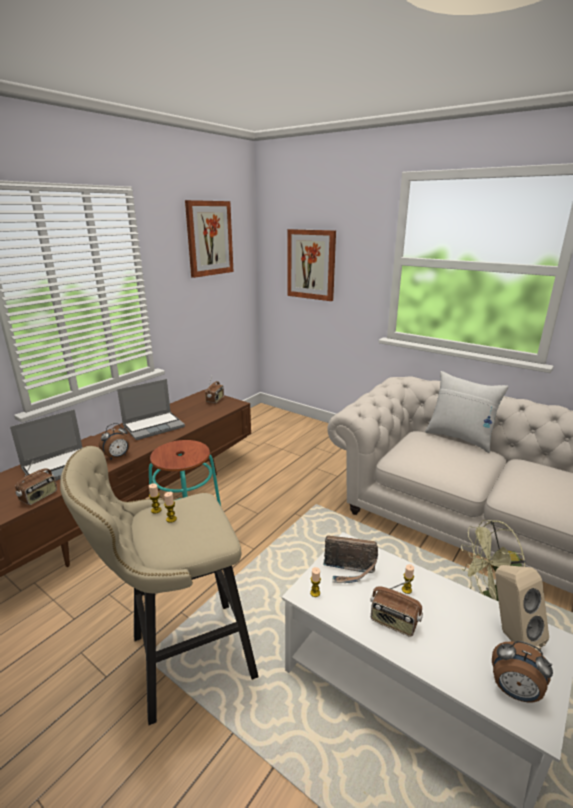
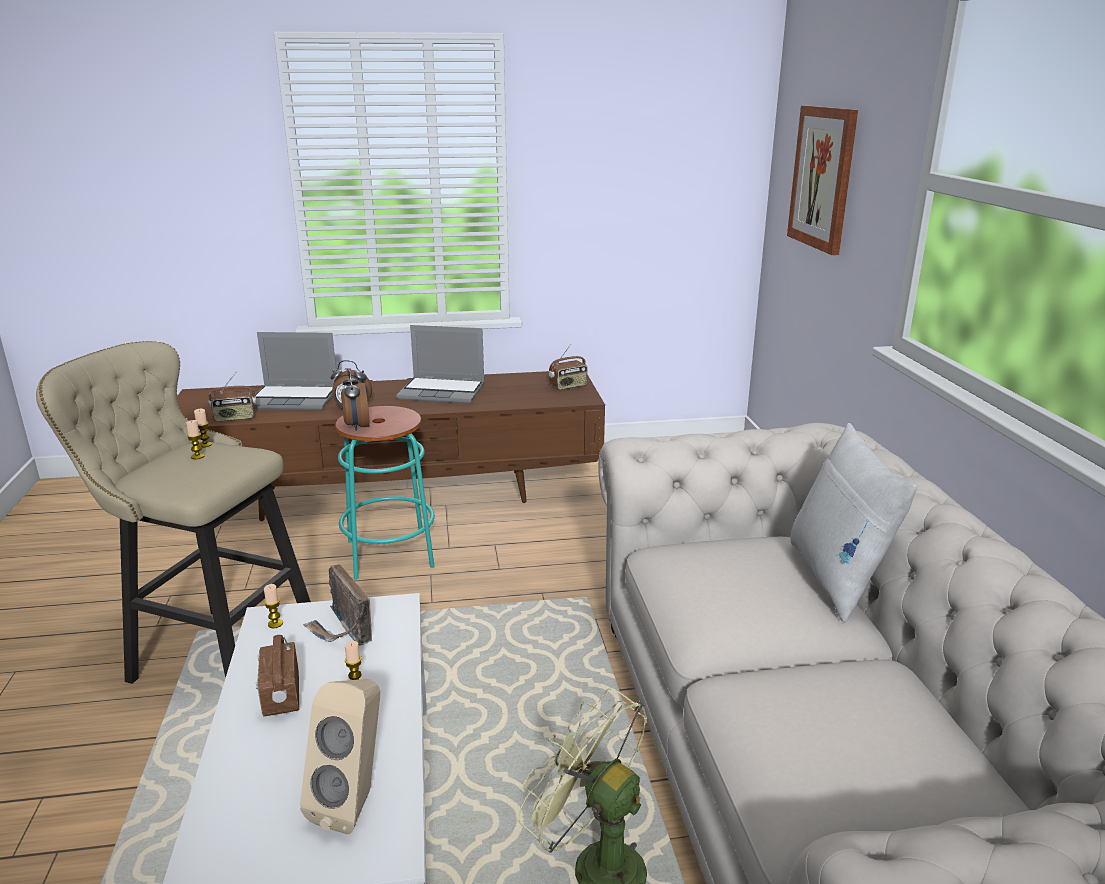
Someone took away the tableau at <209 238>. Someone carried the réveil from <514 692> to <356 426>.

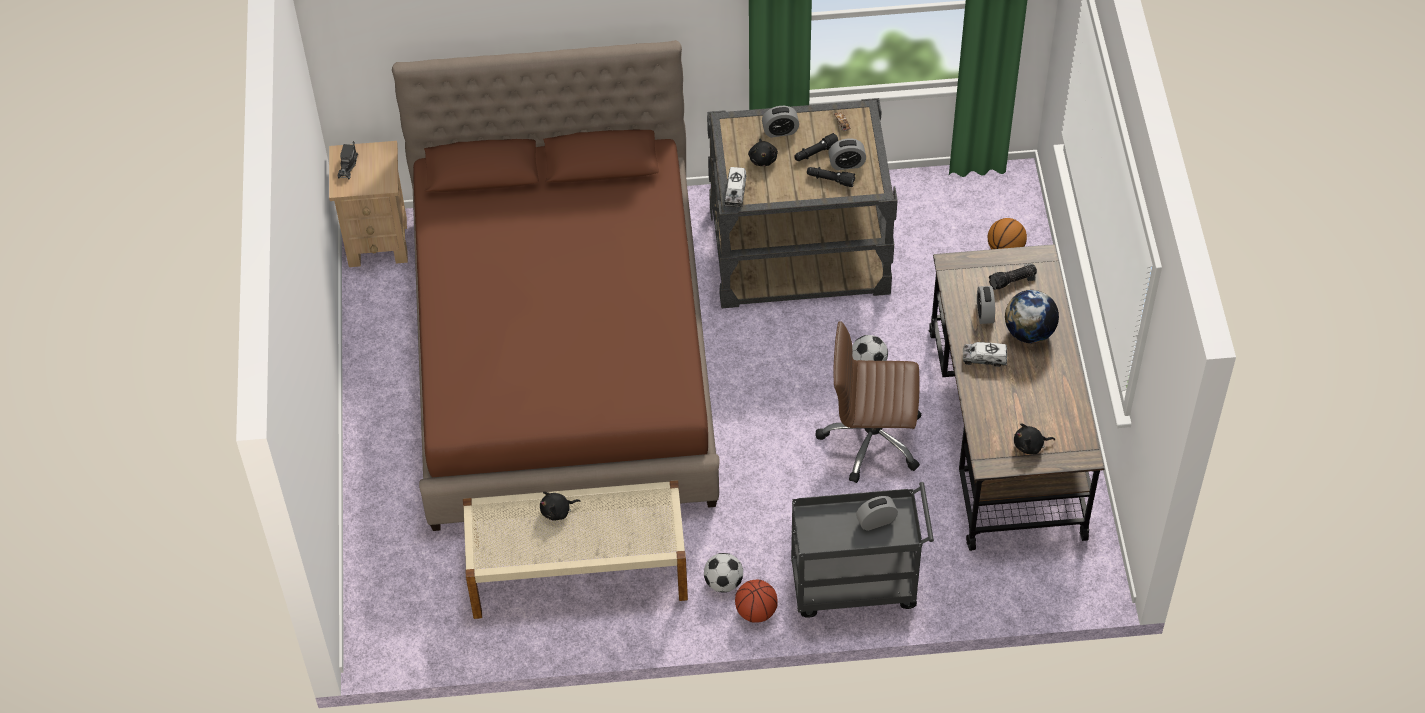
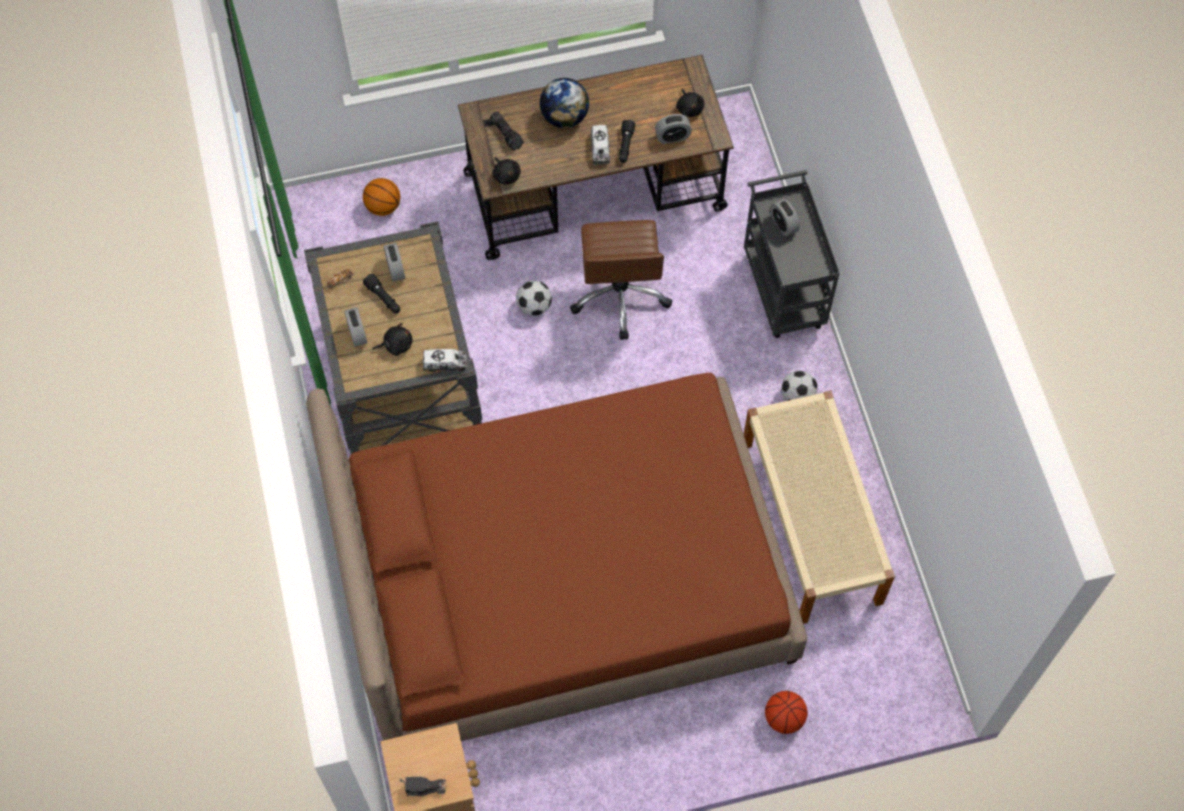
Someone carried the lampe de poche (noir) from <830 180> to <625 146>. Someone carried the réveil from <984 313> to <672 137>. Someone carried the peluche (noir) from <557 511> to <506 175>. Someone carried the ballon de basket from <756 612> to <784 718>.

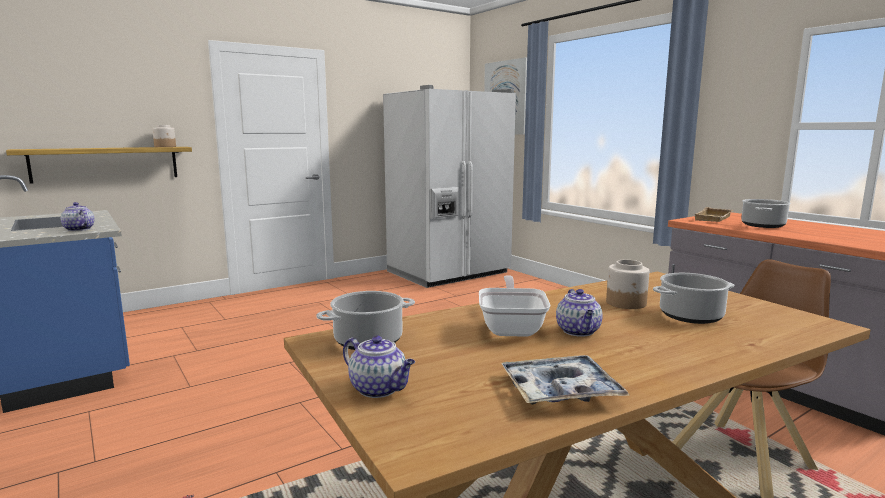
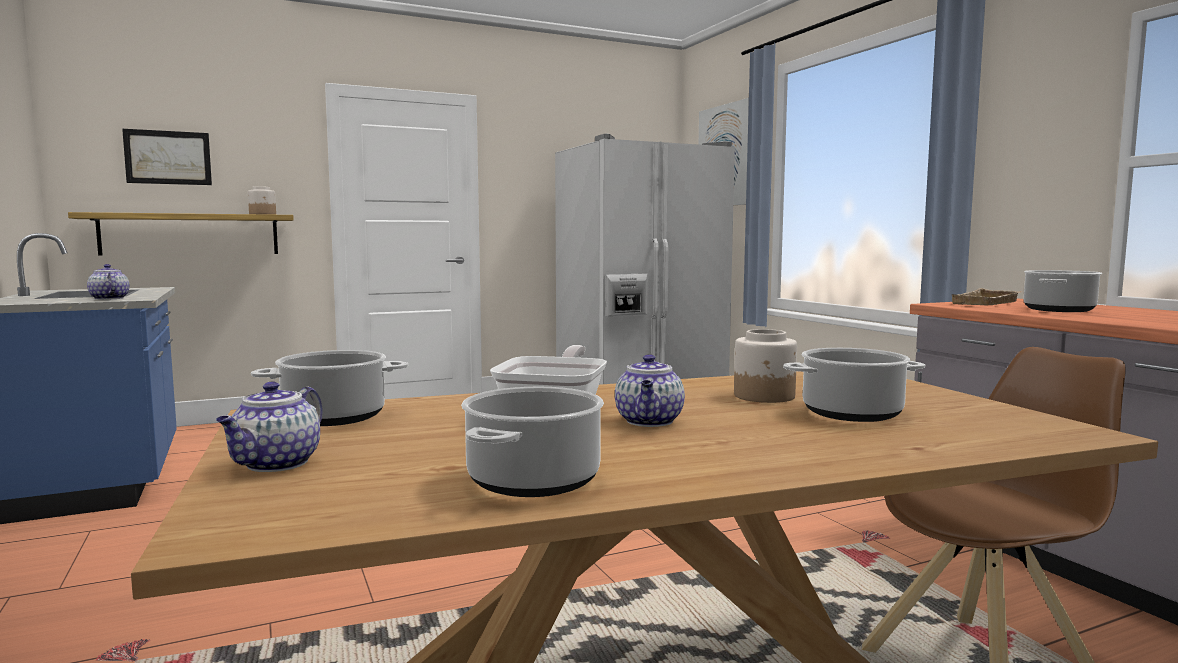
Someone rotated the théière at <379 389> by 60 degrees clockwise. Someone swapped the plateau at <560 390> for the marmite at <533 481>. Someone put up the tableau at <168 157>.

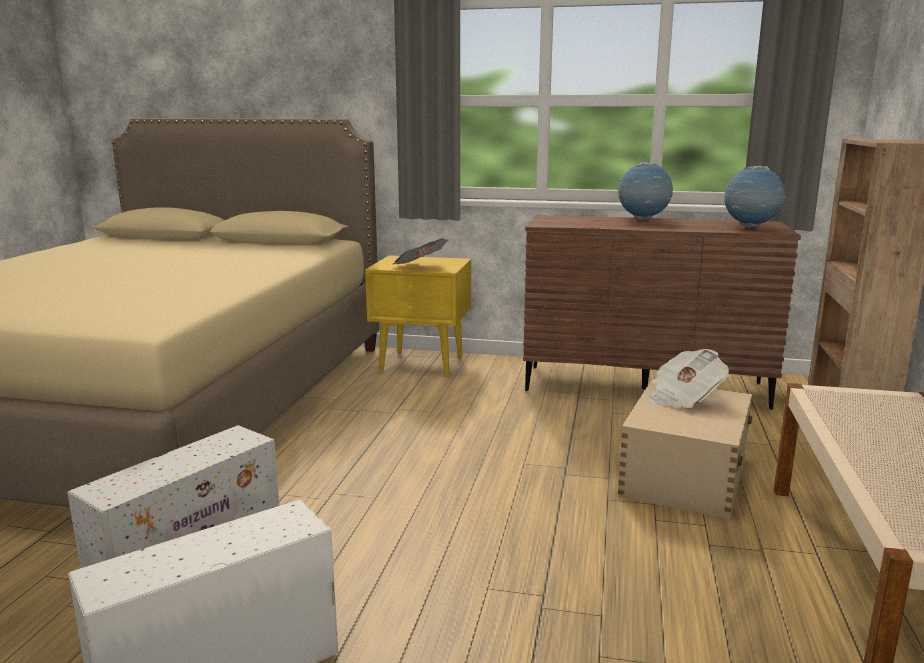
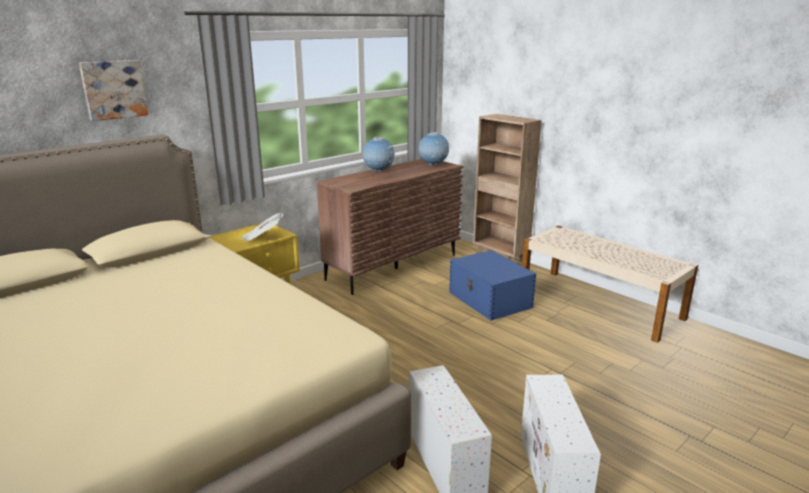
Someone took away the journal at <683 398>. Someone repainted the boîte de rangement (beige) at <683 476>, which became the boîte de rangement (bleu) at <490 300>. Someone put up the tableau at <113 89>.

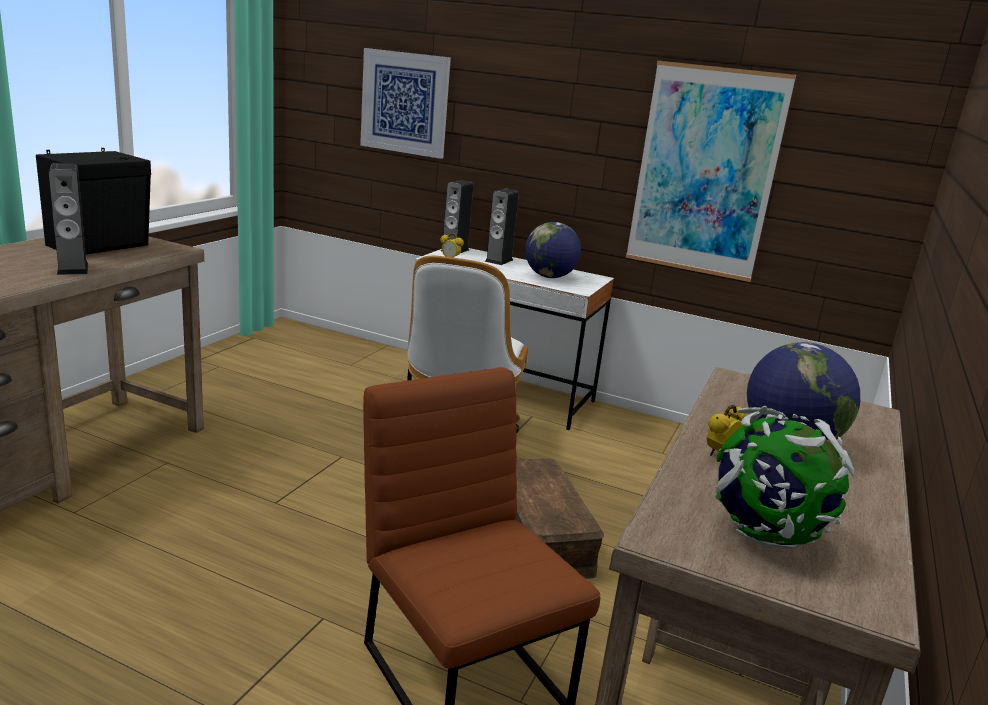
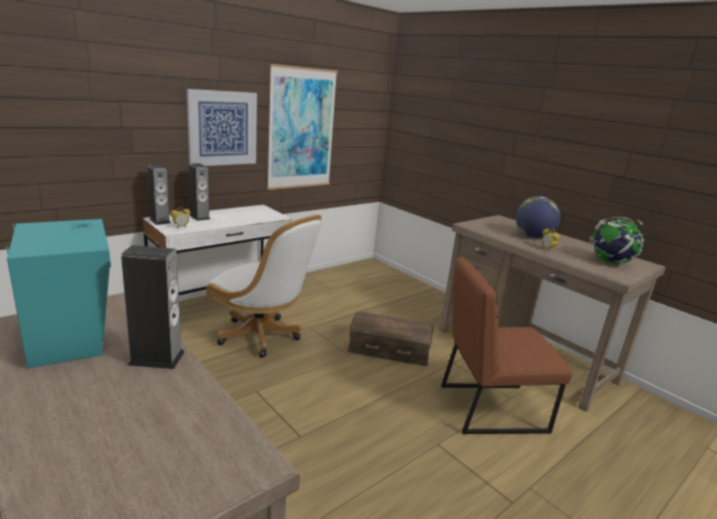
Someone carried the tableau from <404 103> to <222 128>. Someone repainted the enceinte (noir) at <102 246>, which became the enceinte (turquoise) at <72 335>. Someone took away the globe at <549 277>.

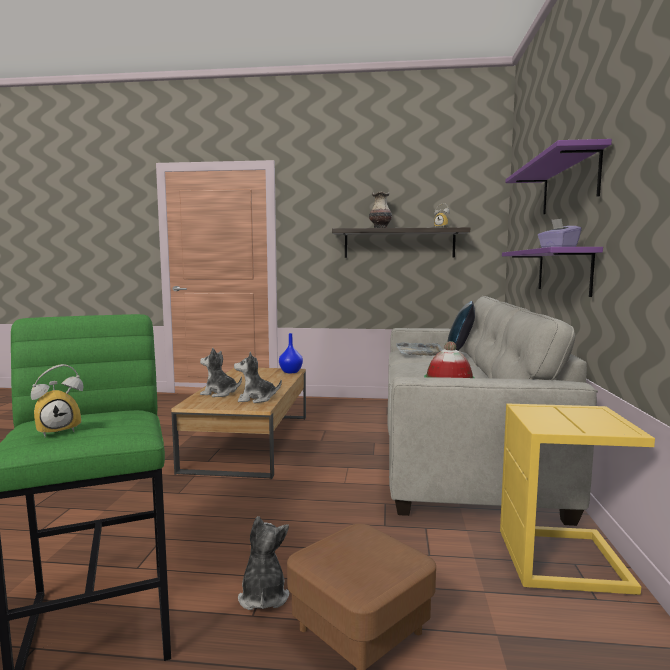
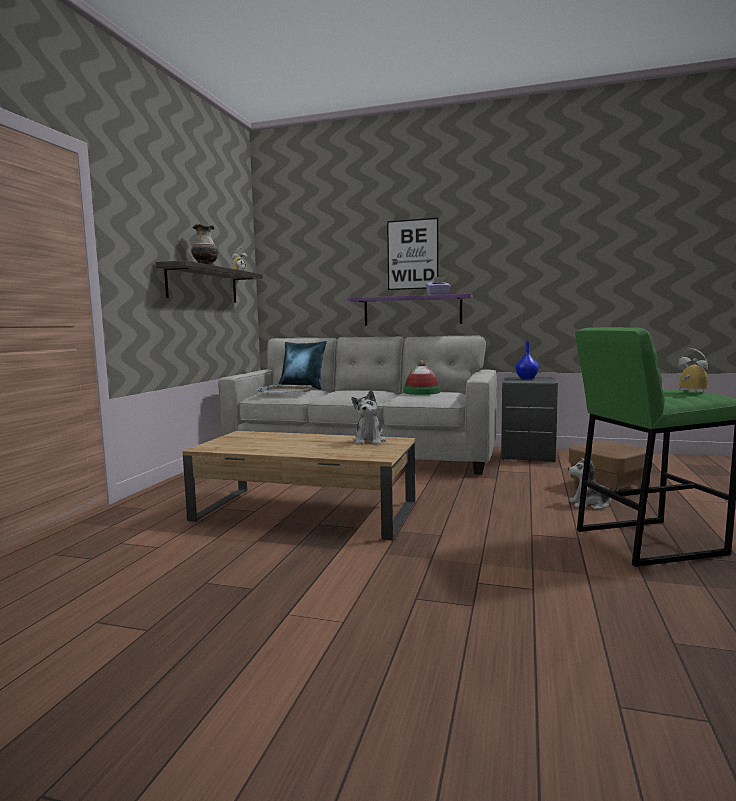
Someone swapped the étagère (violet) at <569 184> for the tableau at <412 254>. Someone carried the vase (bleu) from <290 372> to <526 378>. Someone took away the peluche at <219 393>. Someone repainted the table d'appoint (jaune) at <565 562>, which became the table d'appoint (gris) at <528 454>.

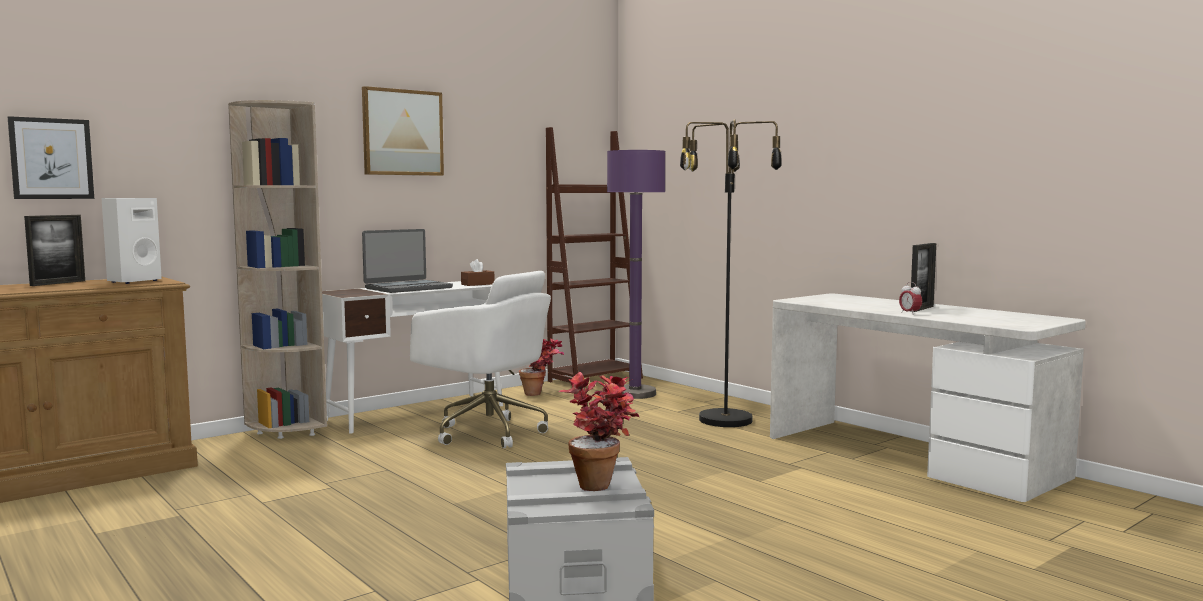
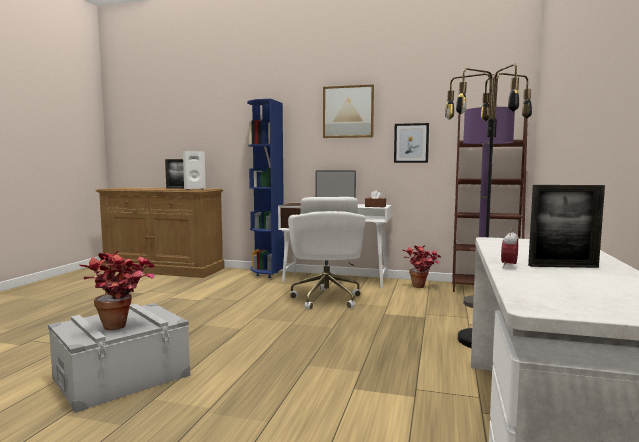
Someone repainted the bibliothèque (beige) at <287 433>, which became the bibliothèque (bleu) at <265 274>. Someone carried the tableau from <51 158> to <411 143>.

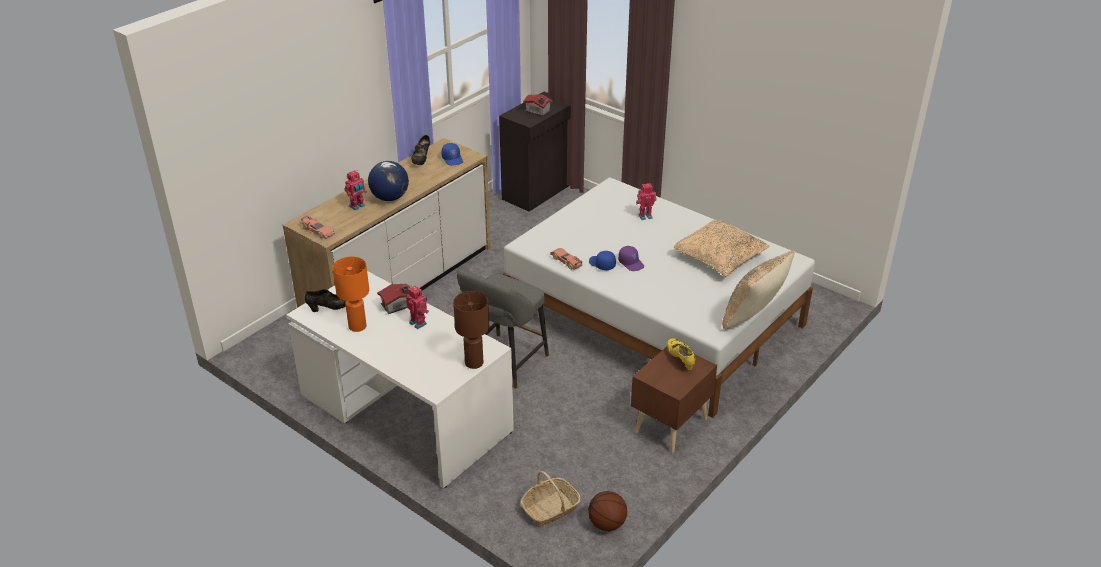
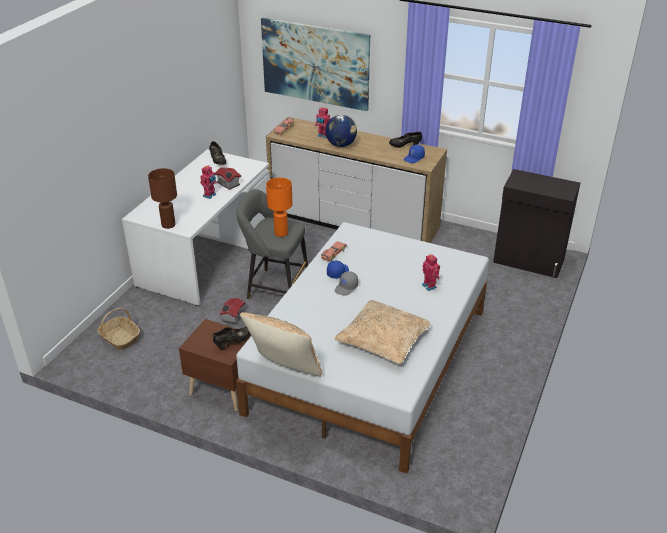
Someone carried the maison miniature from <538 111> to <232 316>. Someone repainted the casquette (violet) at <631 263>, which became the casquette (gris) at <346 288>. Someone carried the lampe de table (orange) from <357 327> to <280 233>. Someone repainted the chaussure (jaune) at <680 359>, which became the chaussure (noir) at <233 342>. Someone took away the ballon de basket at <607 524>. Someone put up the tableau at <315 63>.

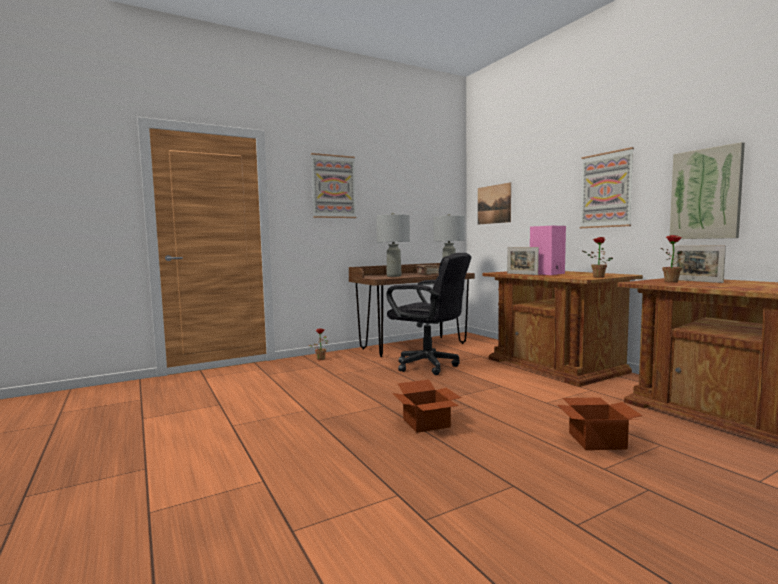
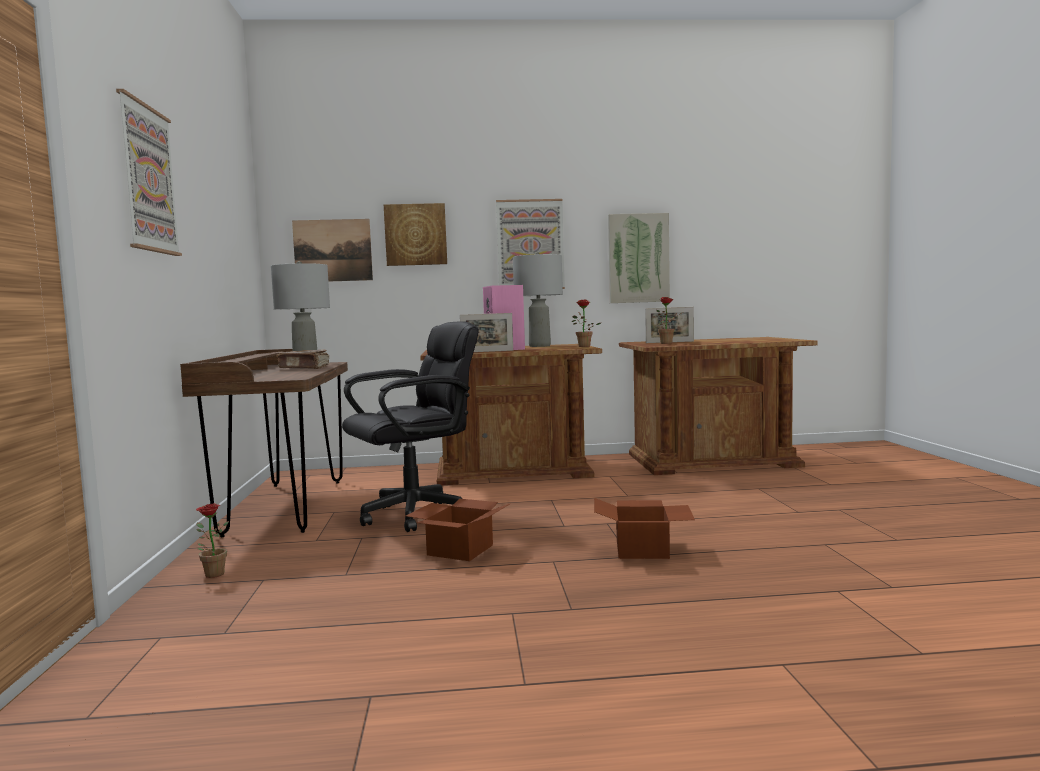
Someone carried the lampe de table (gris) from <393 276> to <540 346>. Someone carried the carton from <597 440> to <459 549>. Someone put up the tableau at <415 235>.

